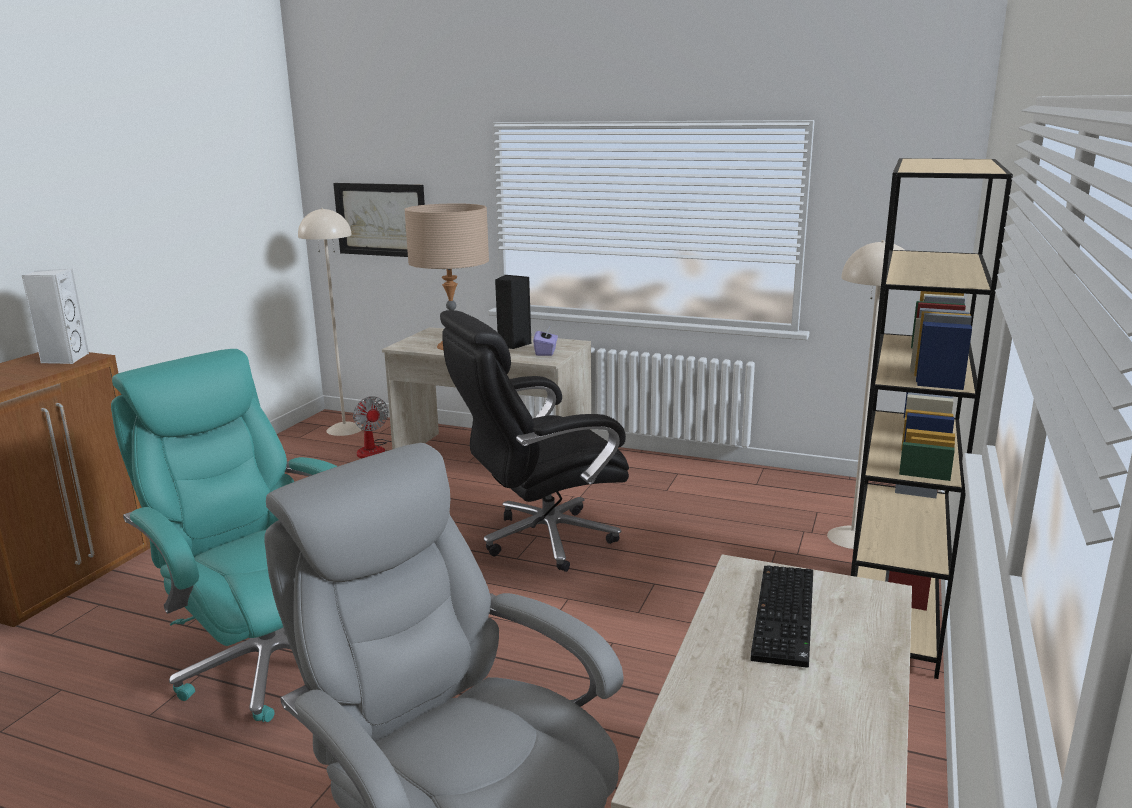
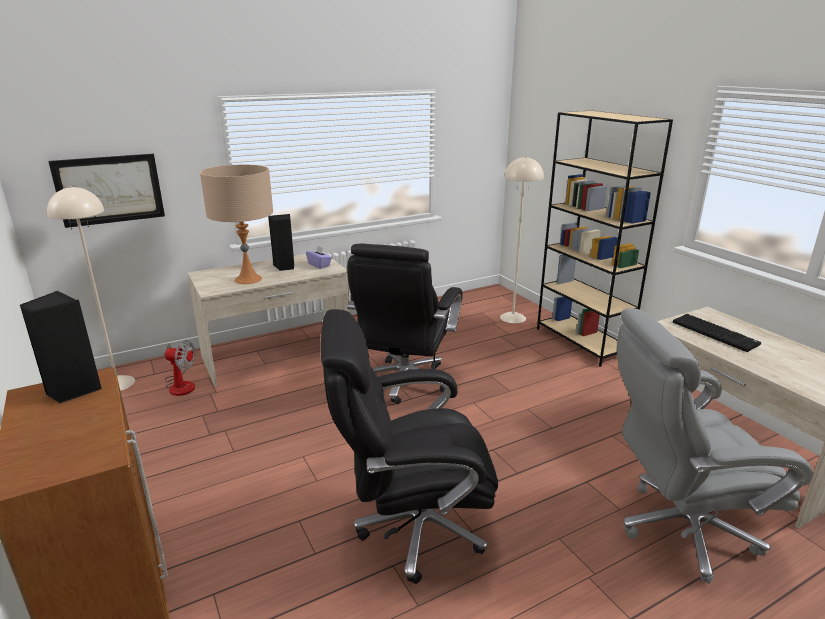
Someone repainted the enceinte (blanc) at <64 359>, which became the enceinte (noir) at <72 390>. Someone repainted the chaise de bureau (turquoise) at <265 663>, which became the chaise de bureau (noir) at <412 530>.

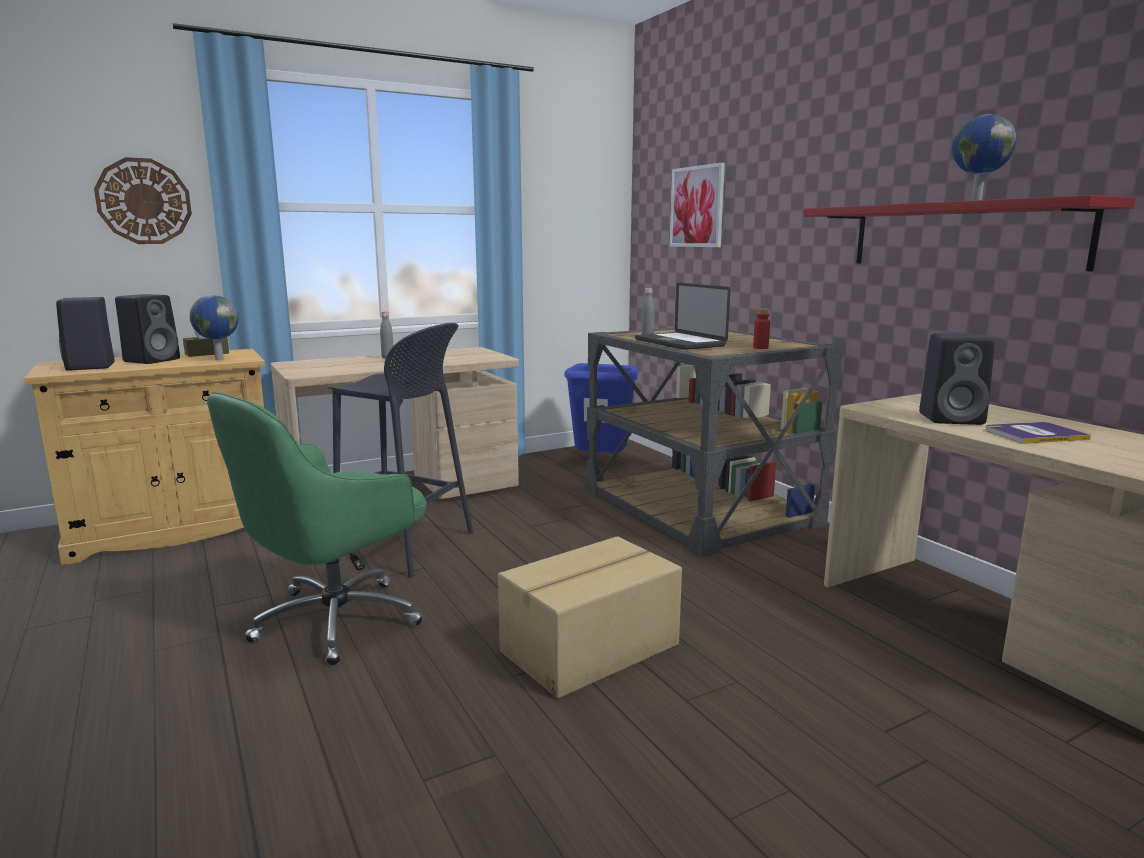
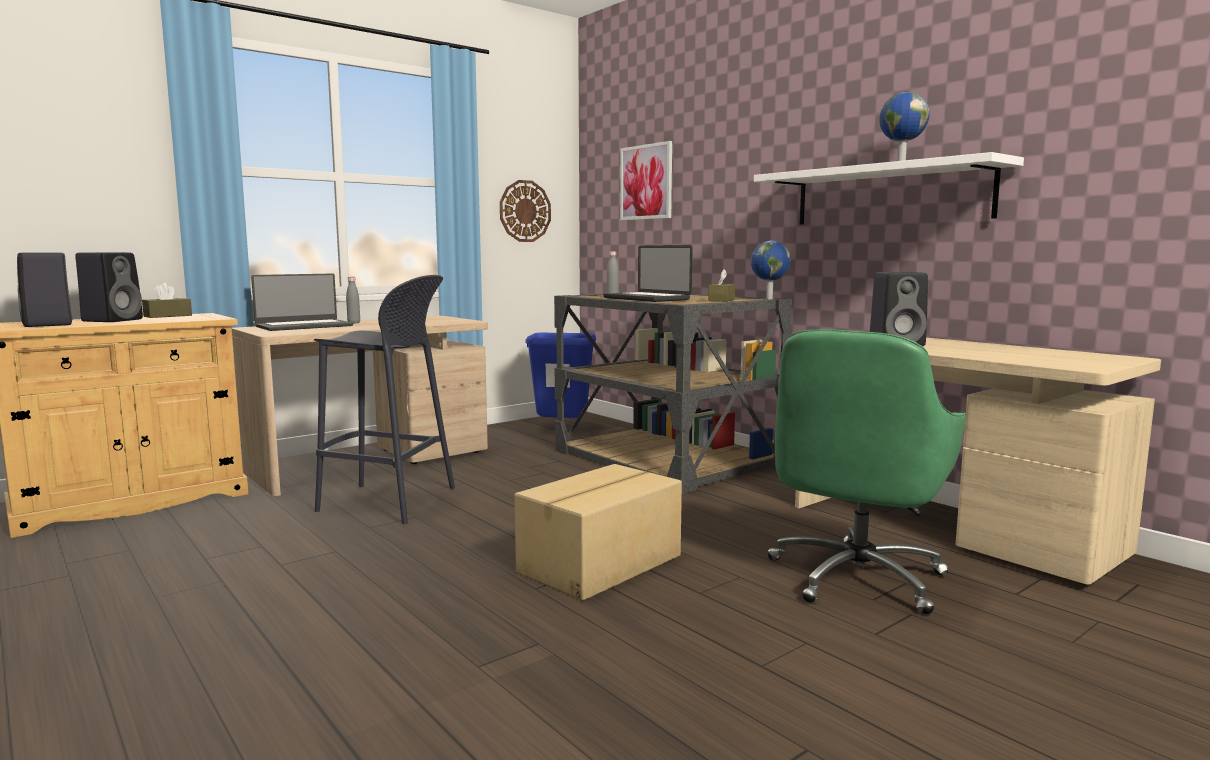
Someone carried the horloge murale from <144 201> to <525 211>. Someone repainted the étagère (rouge) at <962 235>, which became the étagère (blanc) at <889 195>. Someone carried the globe from <218 359> to <768 299>. Someone swapped the bouteille (rouge) at <760 348> for the boîte à mouchoirs (marron) at <721 300>. Someone carried the chaise de bureau (vert) from <335 620> to <856 577>. Someone took away the livre at <1034 434>. Someone put down the ordinateur portable at <304 326>.

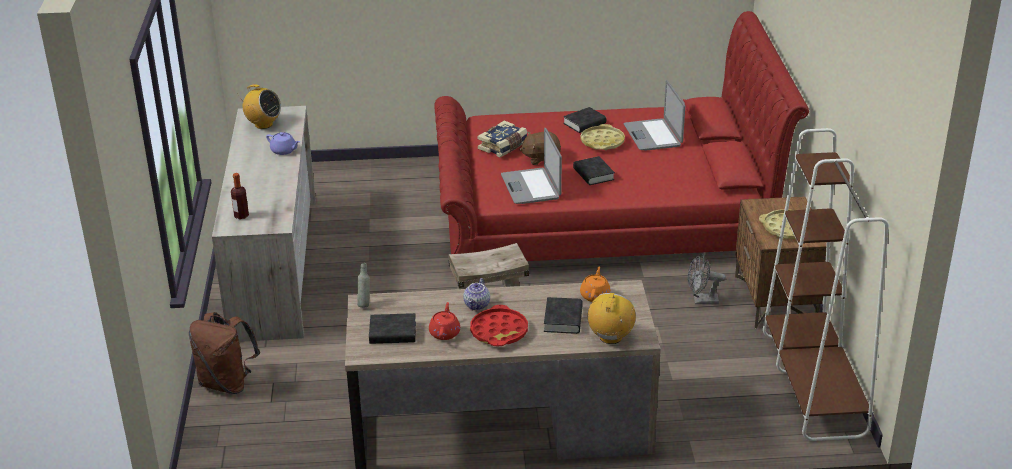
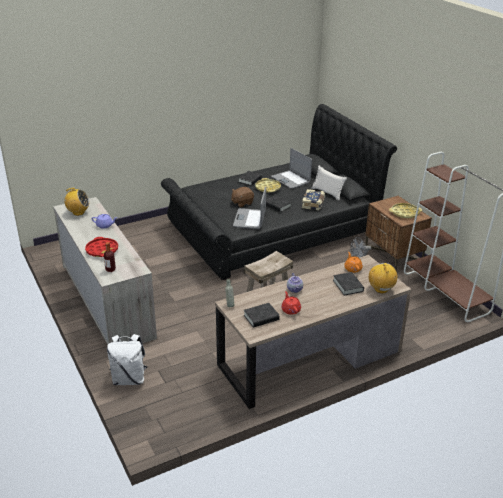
Someone repainted the lit (rouge) at <604 213>, which became the lit (noir) at <273 228>. Someone carried the livre from <503 146> to <313 204>. Someone rotated the ordinateur portable at <531 187> by 45 degrees clockwise. Someone carried the plateau (rouge) from <499 331> to <102 250>. Someone repainted the sac à dos (marron) at <227 383>, which became the sac à dos (blanc) at <129 379>. Someone put down the coussin (blanc) at <327 193>.

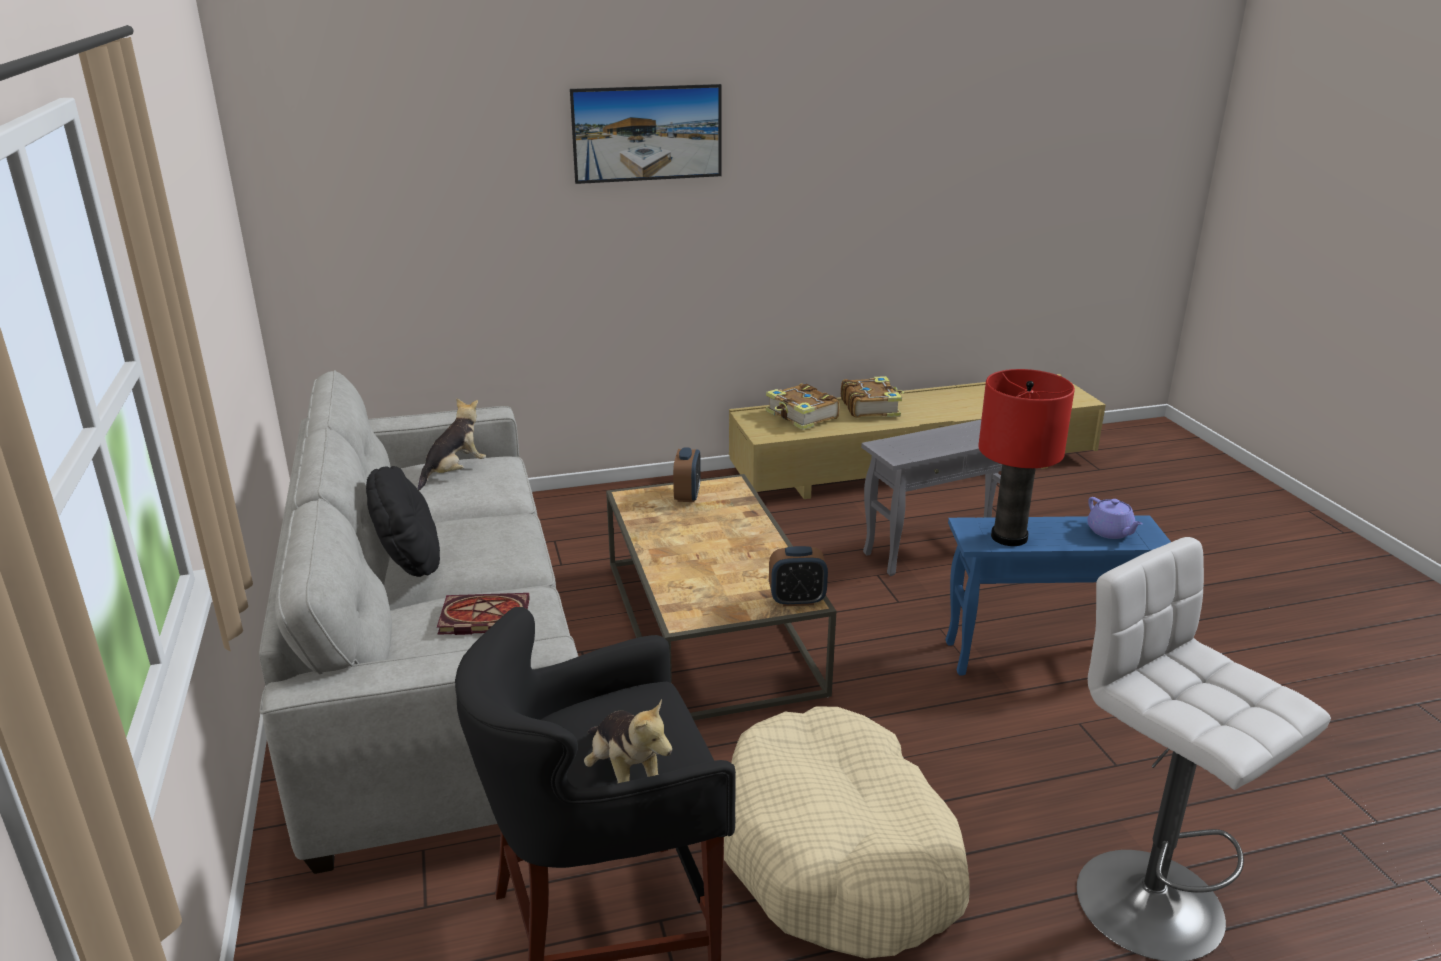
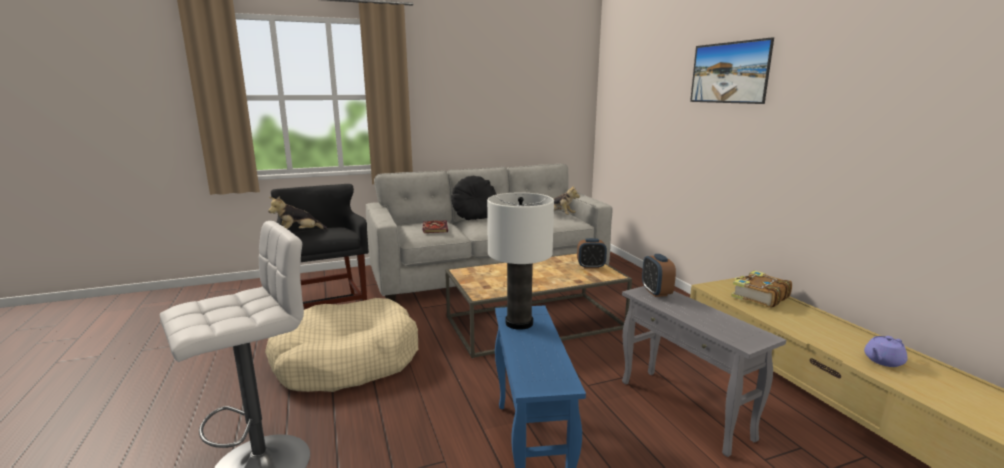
Someone repainted the lampe de table (rouge) at <1009 537>, which became the lampe de table (blanc) at <518 323>. Someone took away the livre at <870 407>. Someone carried the théière (violet) from <1110 532> to <882 361>. Someone carried the réveil from <797 600> to <656 292>.

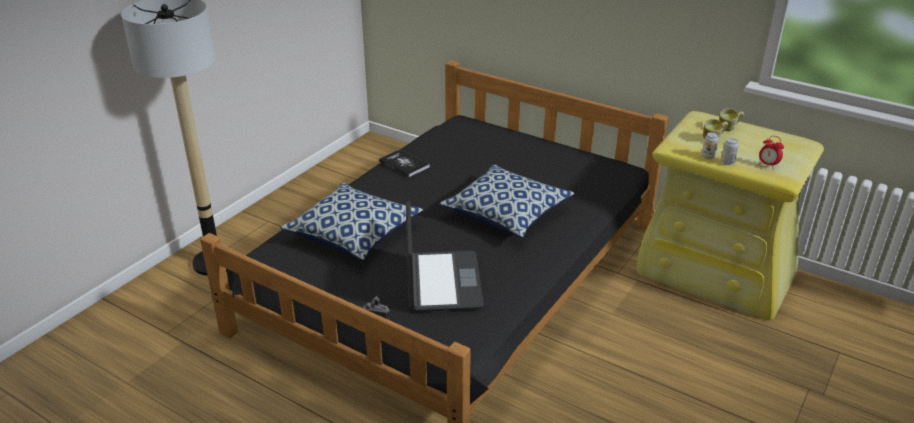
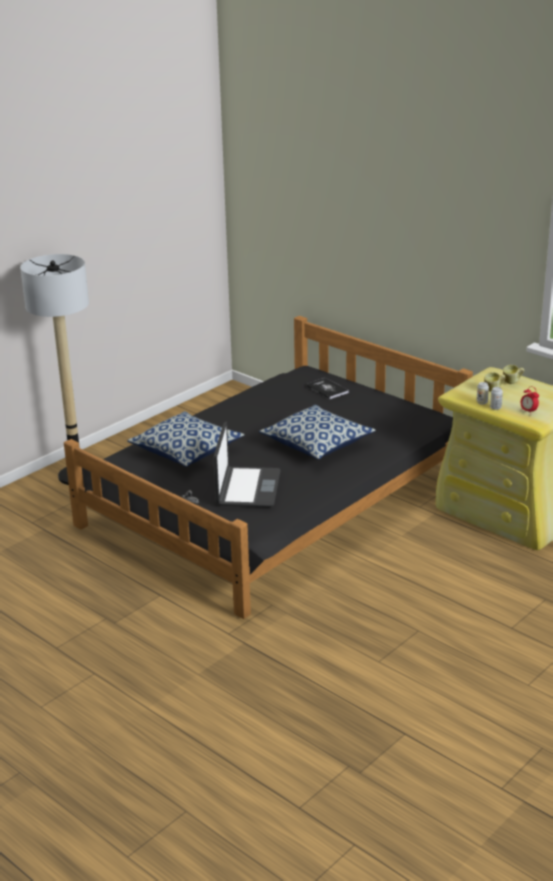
Someone carried the livre from <404 164> to <327 389>.

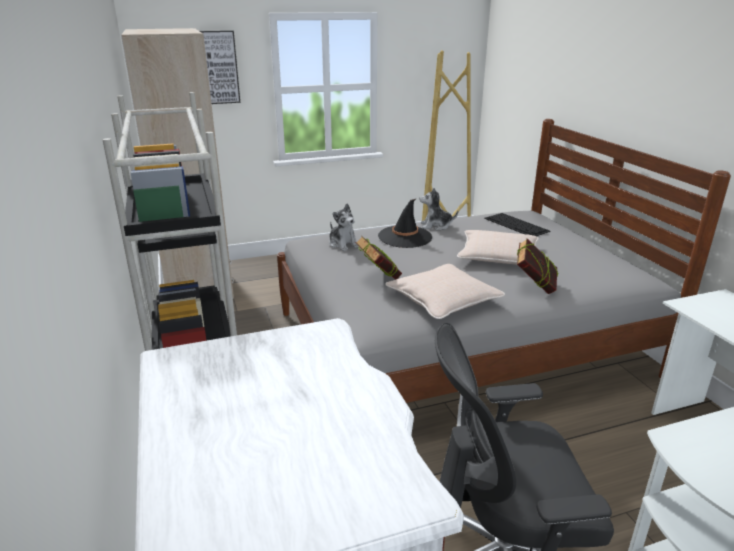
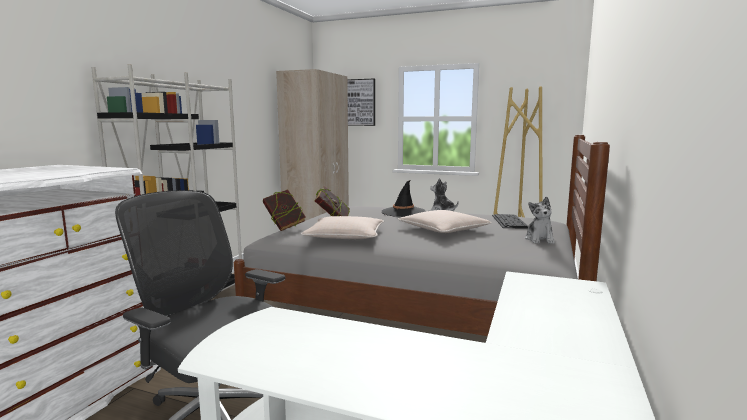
Someone carried the peluche from <343 244> to <539 239>. Someone carried the livre from <534 287> to <284 228>.

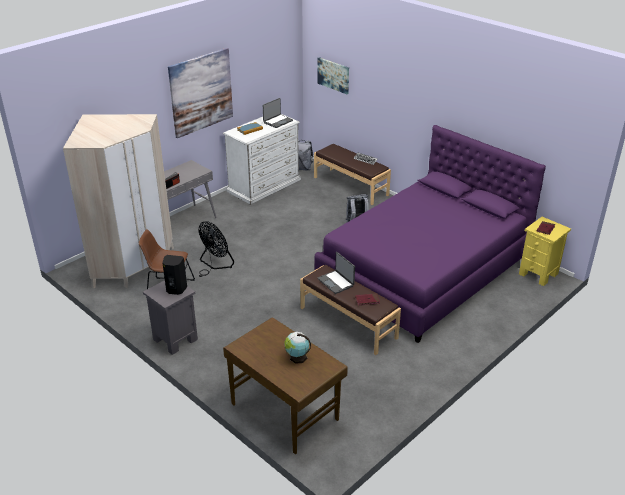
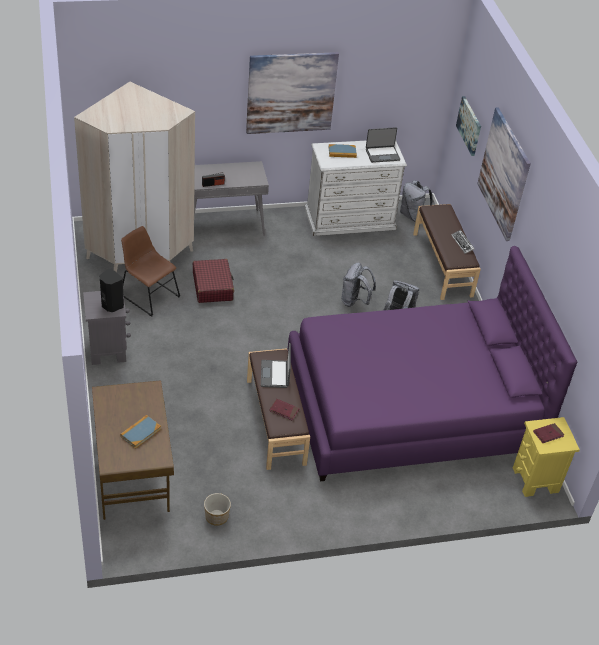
Someone swapped the ventilateur (noir) at <212 263> for the valise (rouge) at <213 286>. Someone swapped the globe at <297 357> for the livre at <140 432>. Someone put up the tableau at <504 174>. Someone put down the sac à dos (gris) at <355 301>. Someone put down the cache-pot at <216 517>.

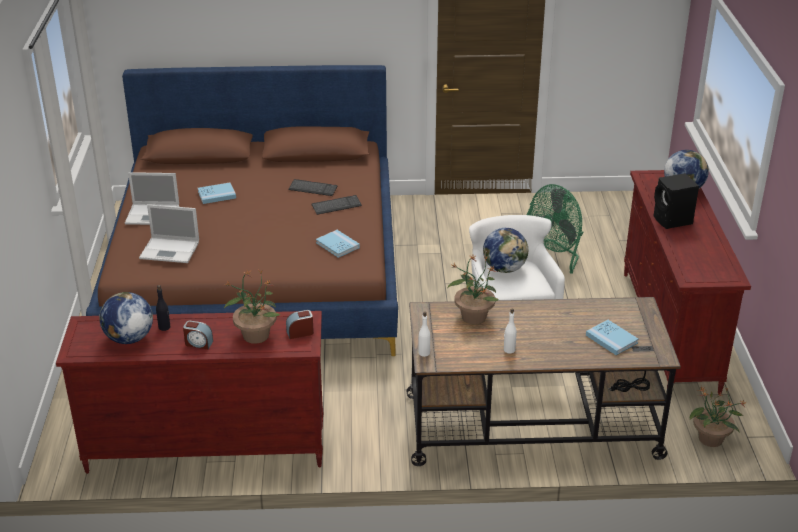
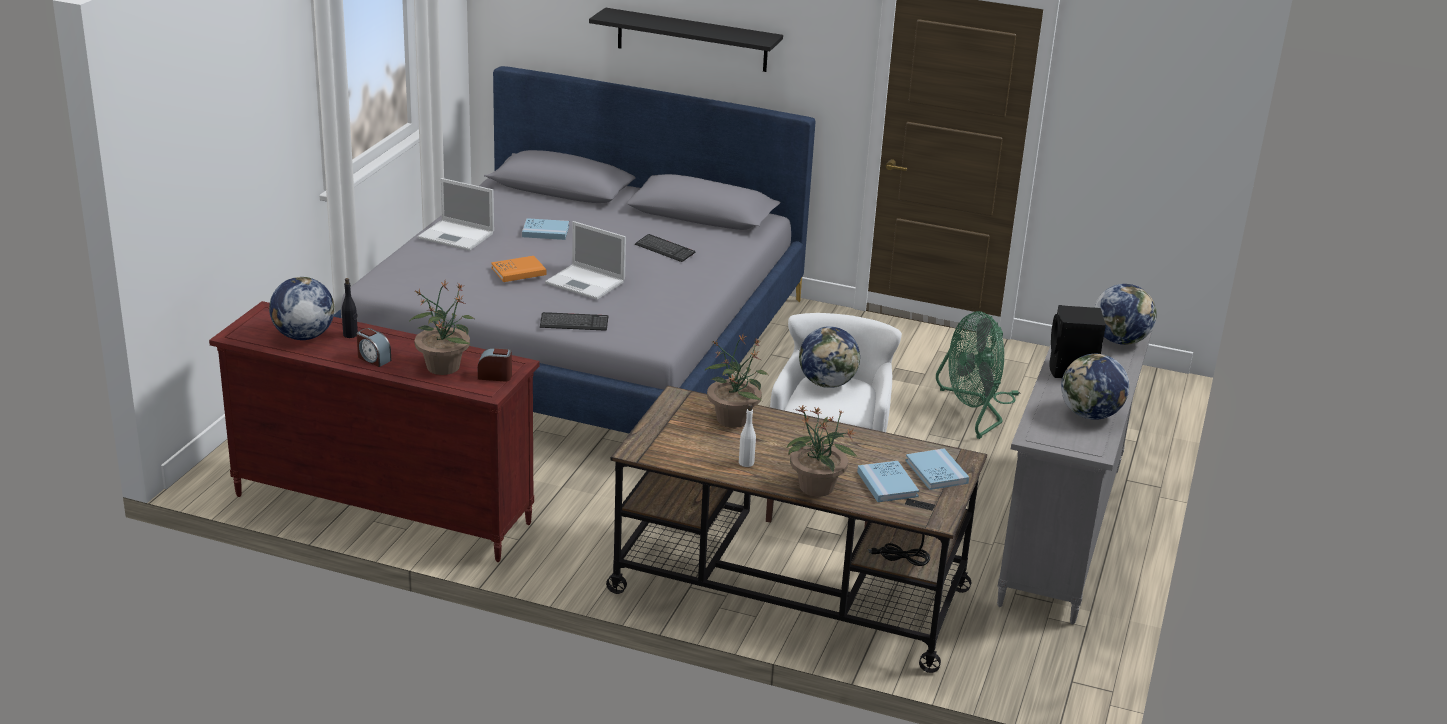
Someone repainted the lit (marron) at <257 271>, which became the lit (gris) at <580 343>. Someone repainted the commode (rouge) at <669 331>, which became the commode (gris) at <1062 535>. Someone carried the clavier from <336 206> to <574 323>. Someone carried the ordinateur portable from <171 250> to <586 283>. Someone carried the livre (bleu) from <337 245> to <936 472>. Someone took away the bouteille (blanc) at <424 353>. Someone carried the plante en pot from <711 439> to <816 487>. Someone put up the étagère (noir) at <692 40>. Someone put down the livre (orange) at <518 271>. Someone put down the globe at <1090 415>.

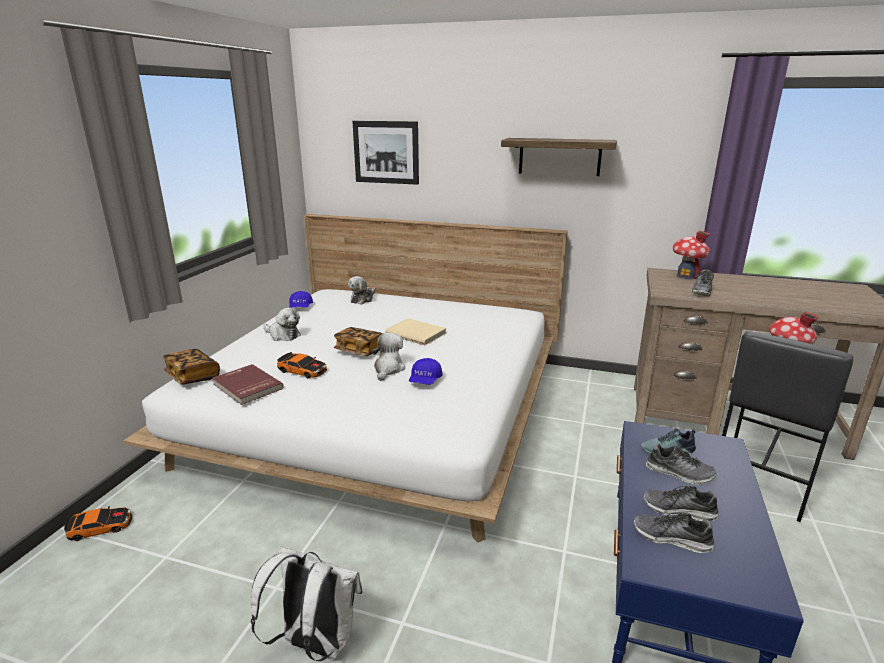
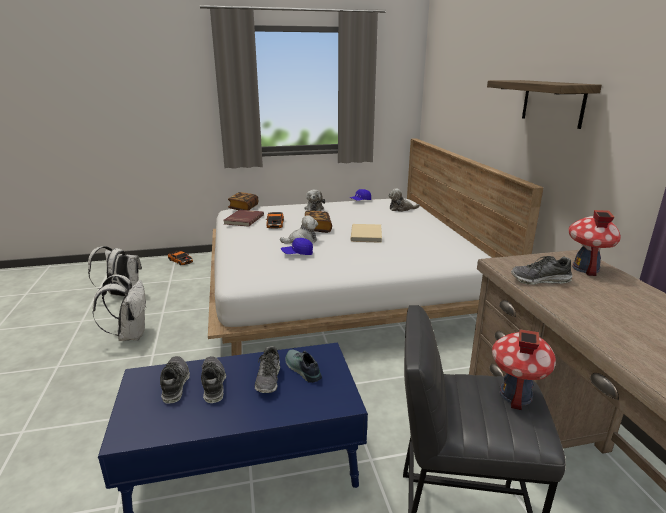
Someone took away the tableau at <386 152>. Someone put down the sac à dos (blanc) at <122 294>.

